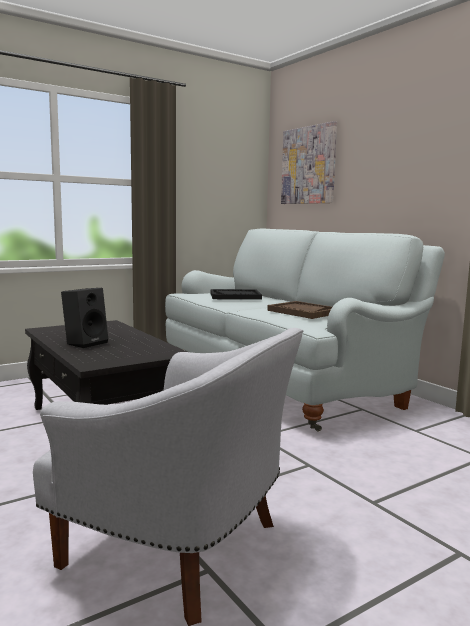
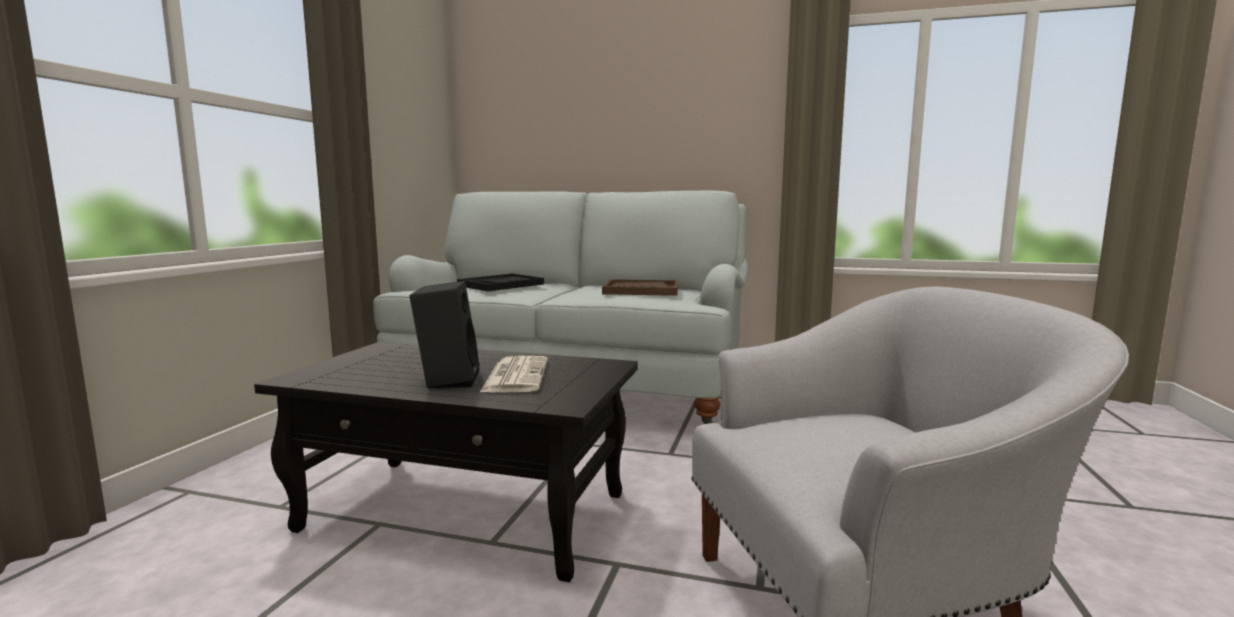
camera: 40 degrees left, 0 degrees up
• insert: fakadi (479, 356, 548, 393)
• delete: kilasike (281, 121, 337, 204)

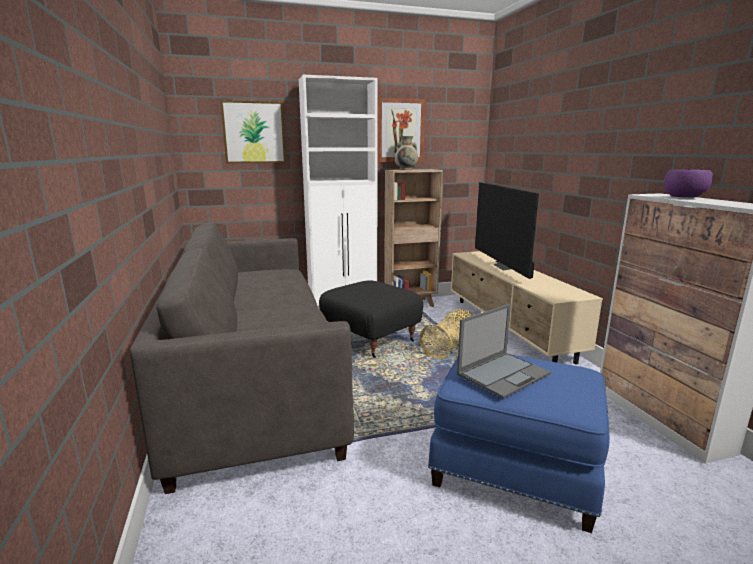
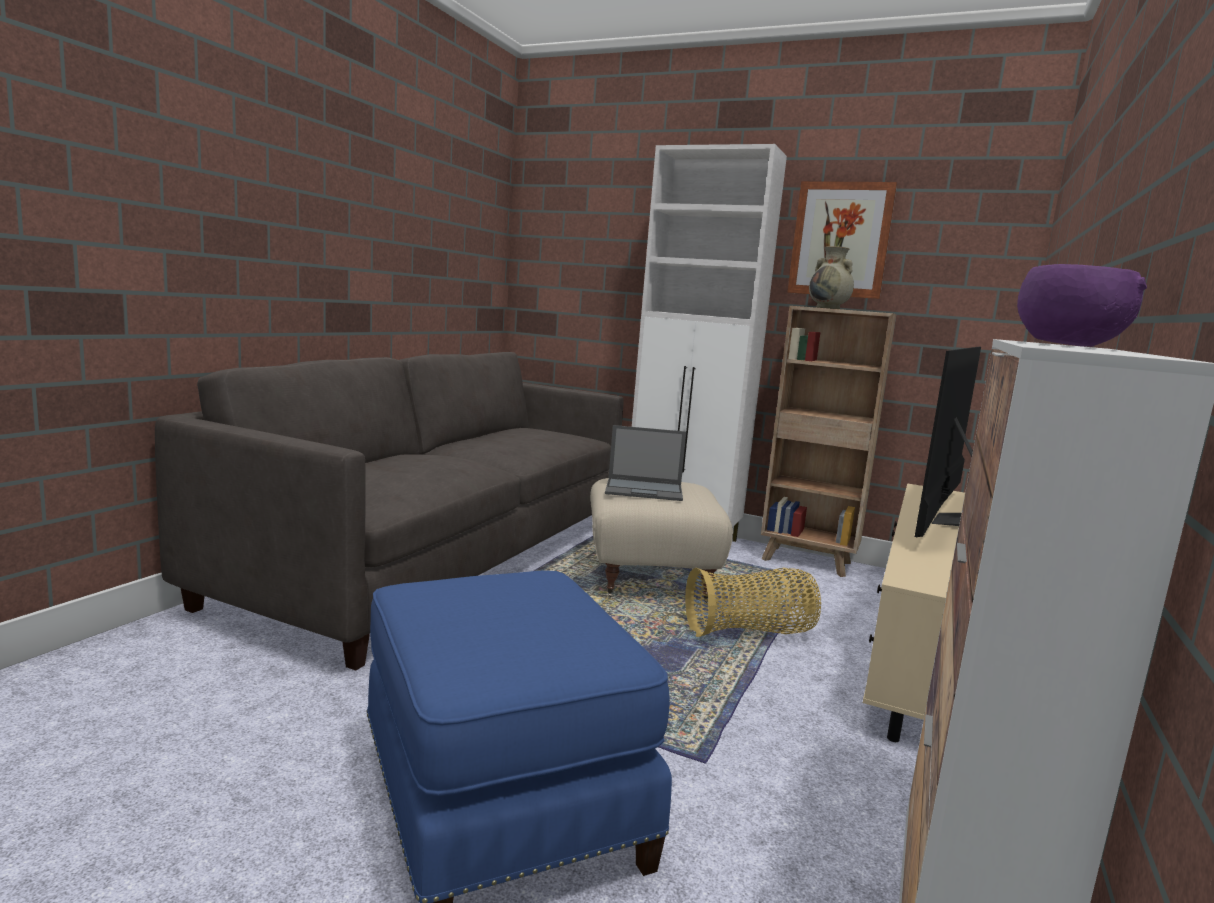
camera: 40 degrees right, 5 degrees down
• recolor: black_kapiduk (319, 280, 423, 358) to beige_kapiduk (590, 478, 733, 603)
• move: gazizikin (457, 304, 551, 399) to (605, 425, 686, 501)
• delete: kilasike (220, 100, 286, 163)

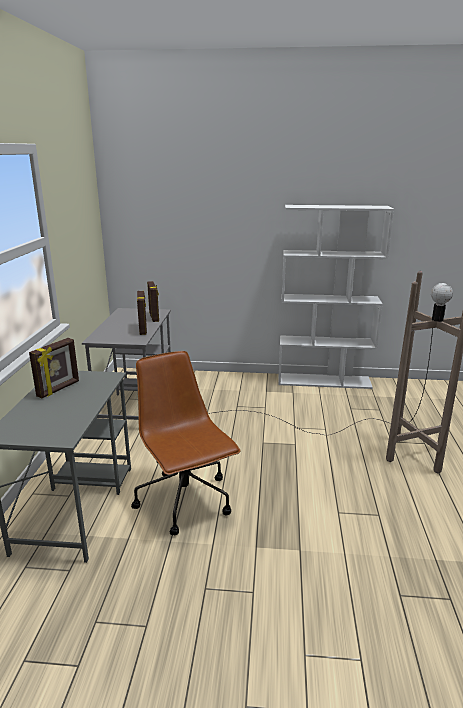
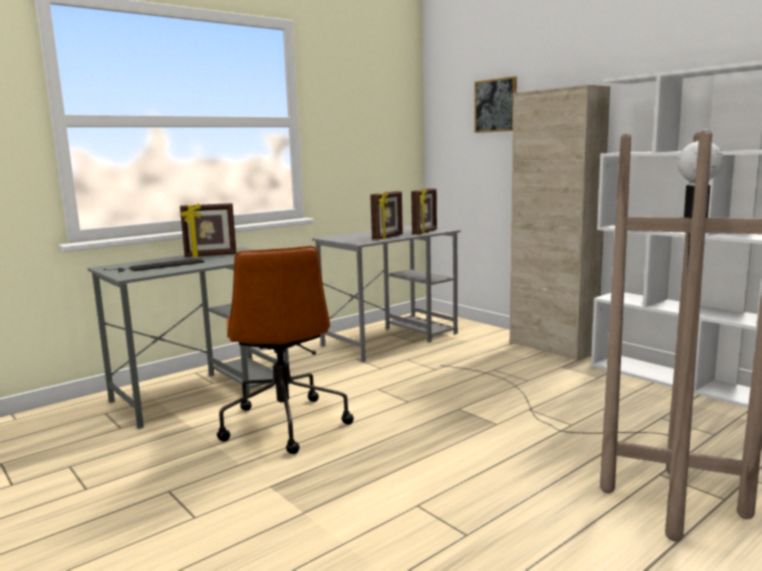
camera: 45 degrees right, 10 degrees down
• insert: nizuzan (103, 258, 204, 272)
• rotate: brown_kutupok (131, 351, 240, 536) = (217, 246, 354, 454) 150 degrees clockwise
• insert: kilasike (474, 76, 517, 133)
• insert: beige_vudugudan (510, 85, 610, 361)

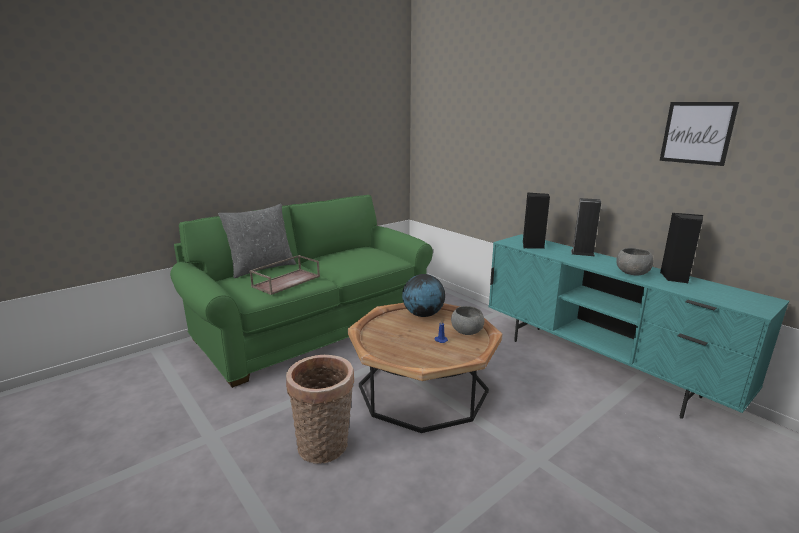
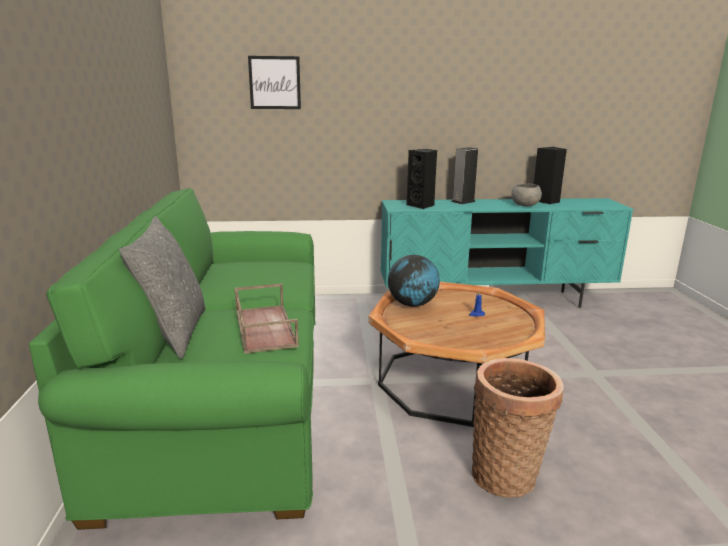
camera: 55 degrees left, 0 degrees up
• move: kilasike (660, 102, 739, 166) to (248, 56, 301, 109)
• delete: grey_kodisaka (451, 306, 484, 335)

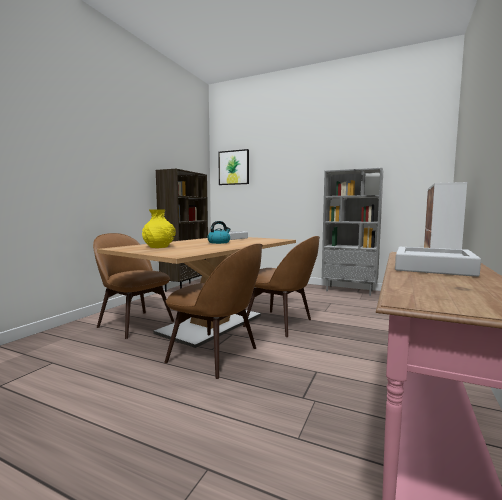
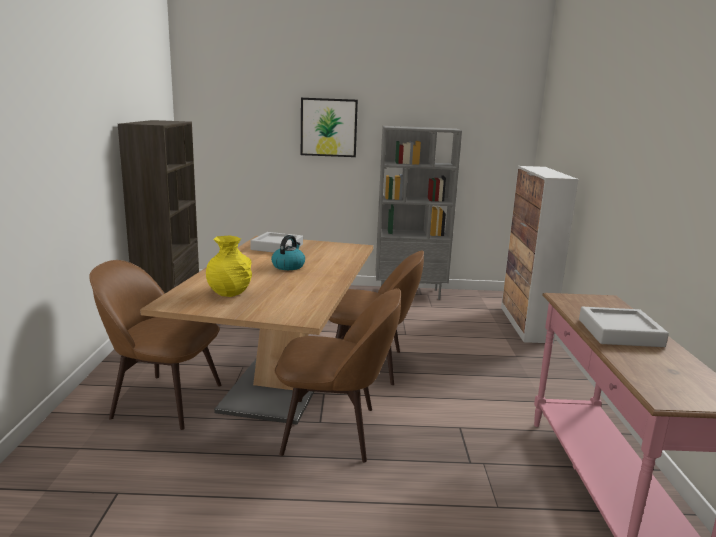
camera: 25 degrees left, 10 degrees up
• move: kilasike (218, 149, 249, 185) to (301, 98, 358, 157)

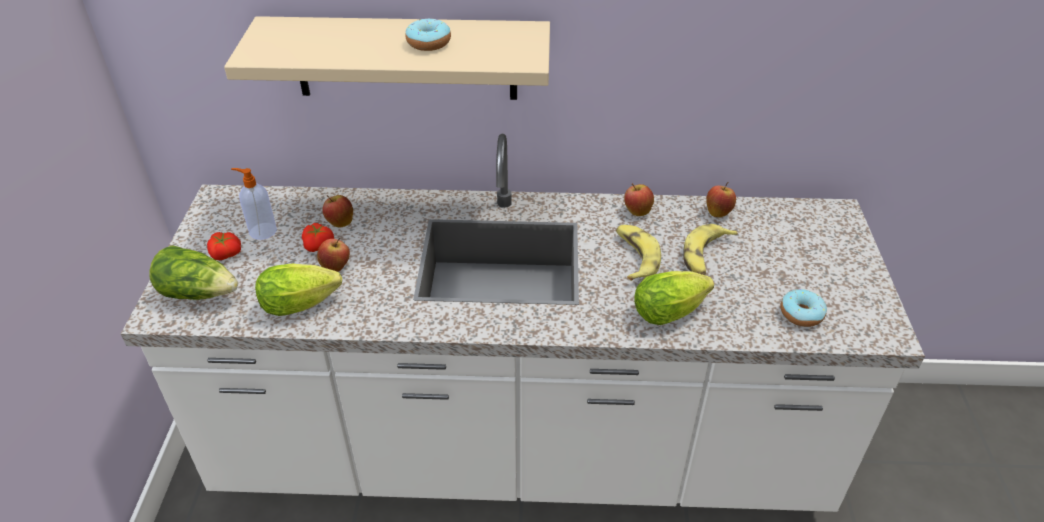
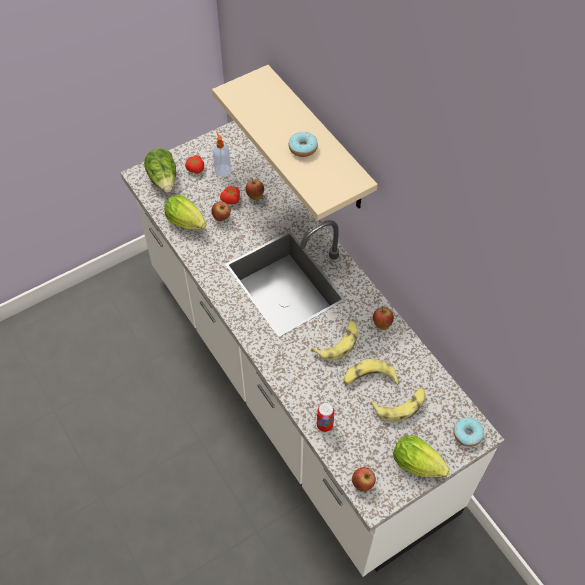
camera: 55 degrees right, 15 degrees up
• insert: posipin (317, 402, 335, 432)
• move: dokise (706, 182, 736, 217) to (352, 467, 376, 492)
• insert: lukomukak (370, 388, 425, 421)
• move: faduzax (634, 271, 714, 325) to (393, 435, 450, 477)
• move: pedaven (780, 289, 827, 327) to (453, 417, 484, 447)

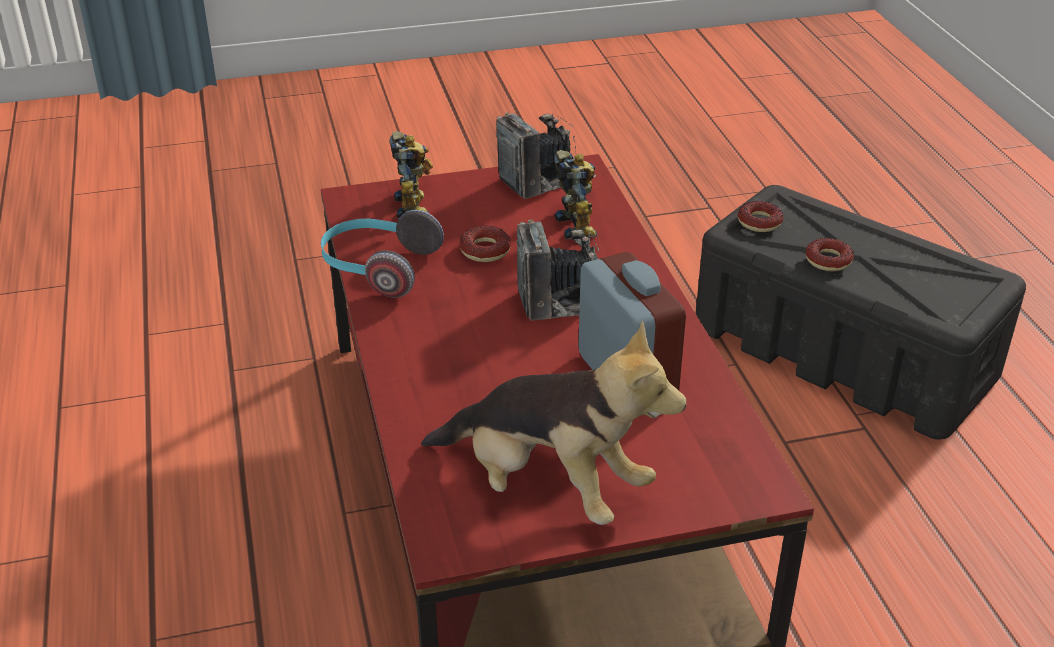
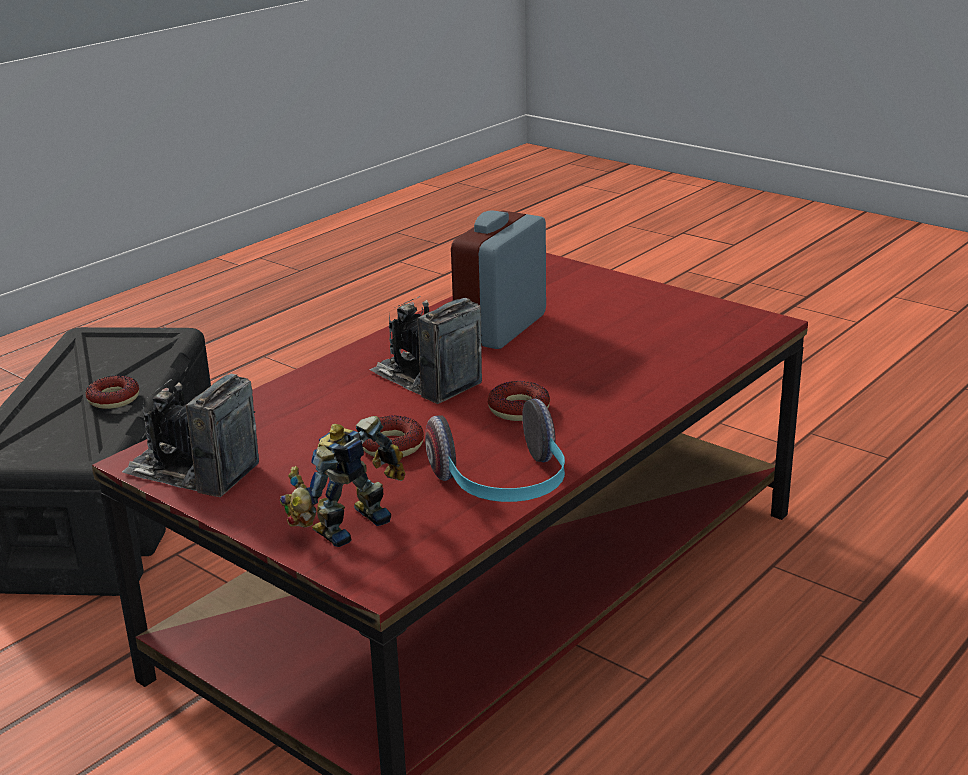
camera: 125 degrees left, 10 degrees down
• move: pedaven (737, 201, 783, 232) to (488, 381, 550, 421)
• delete: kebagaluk (421, 320, 687, 525)
• delete: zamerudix (554, 150, 598, 240)

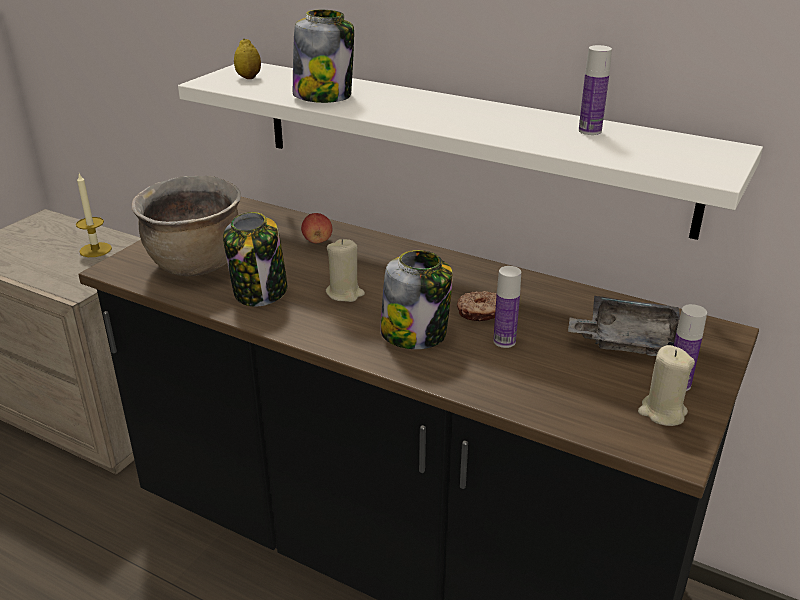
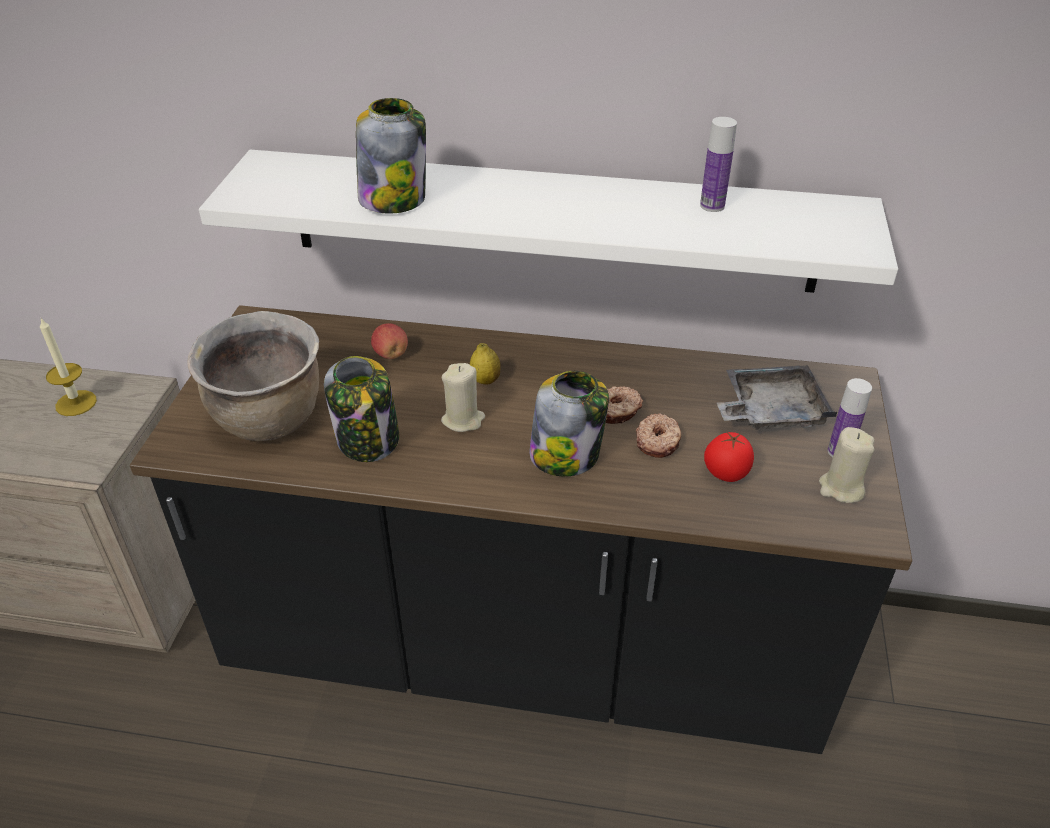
camera: 20 degrees left, 10 degrees up
• move: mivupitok (234, 38, 261, 79) to (470, 343, 501, 385)
• replace: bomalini (493, 266, 521, 348) to pedaven (636, 413, 681, 458)
• insert: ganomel (704, 432, 754, 482)

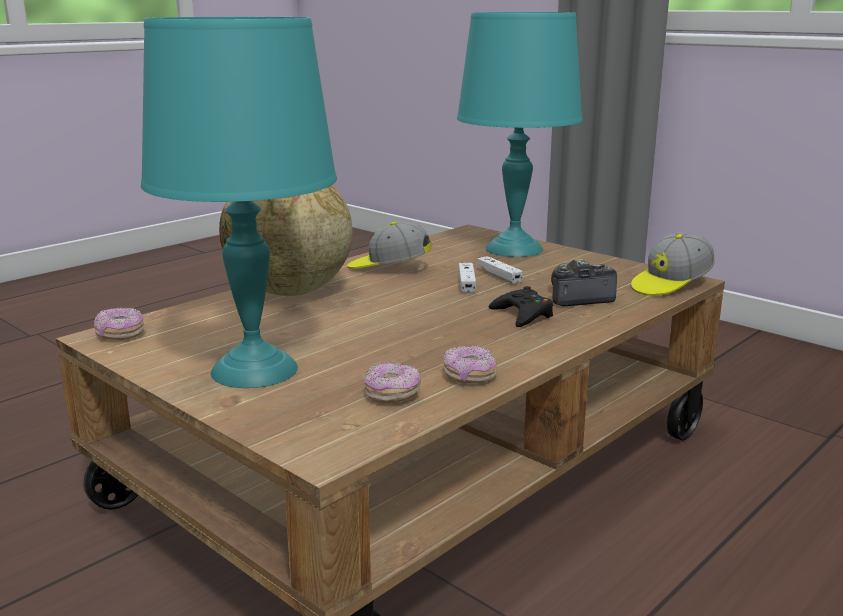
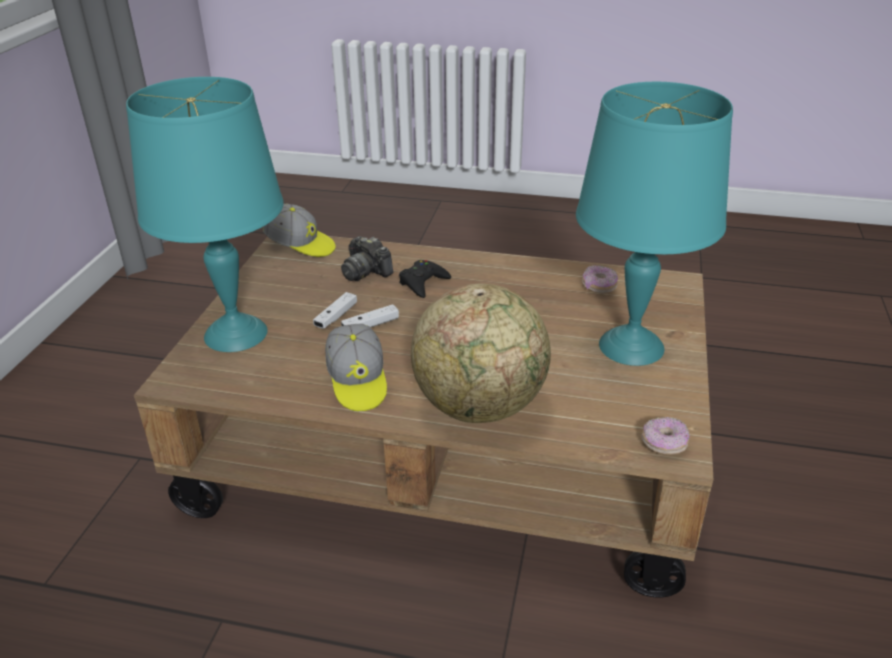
camera: 120 degrees left, 15 degrees up
• delete: pedaven (444, 346, 497, 384)

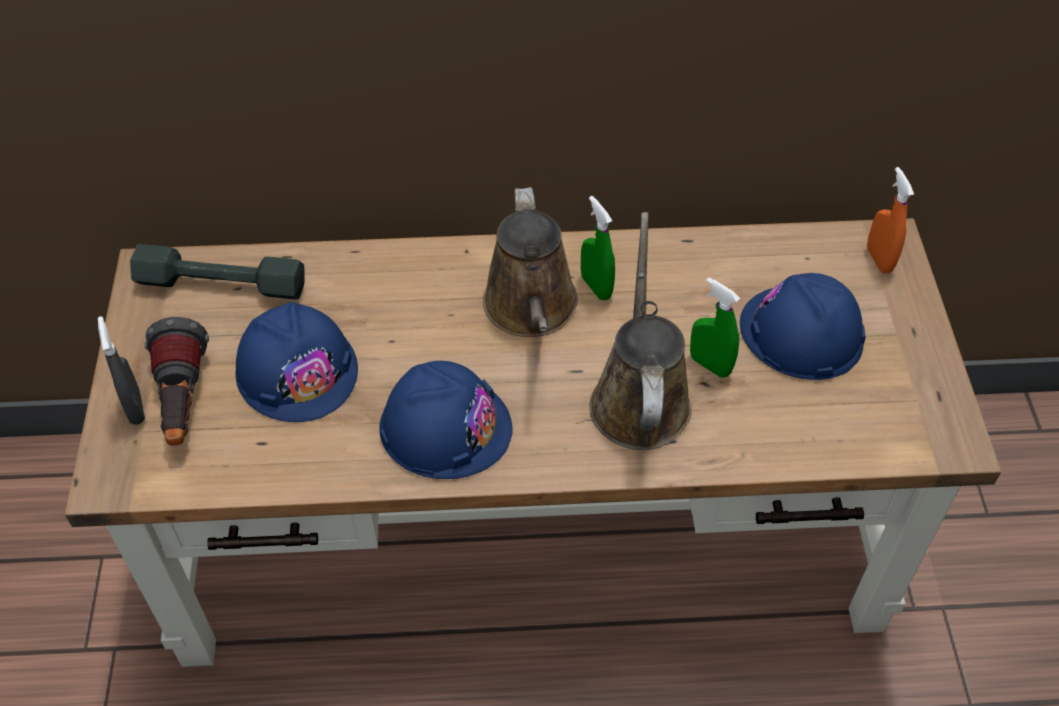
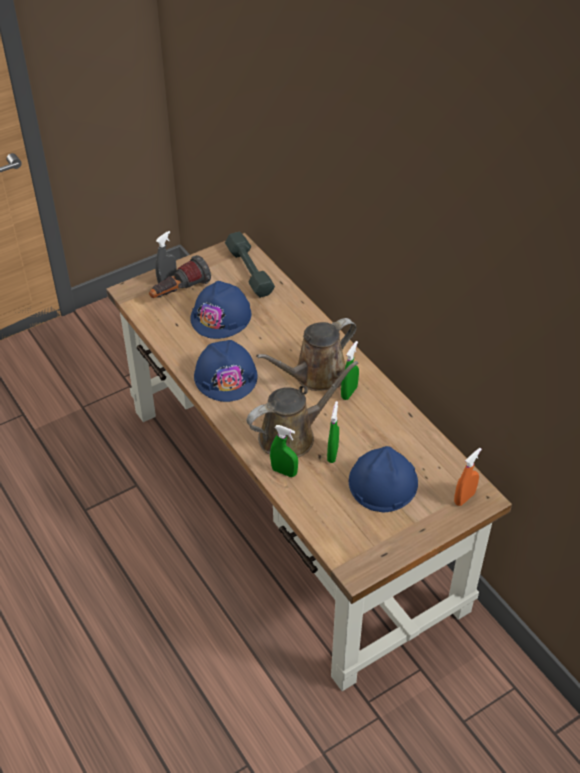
camera: 60 degrees right, 5 degrees down
• insert: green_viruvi (270, 425, 298, 477)

